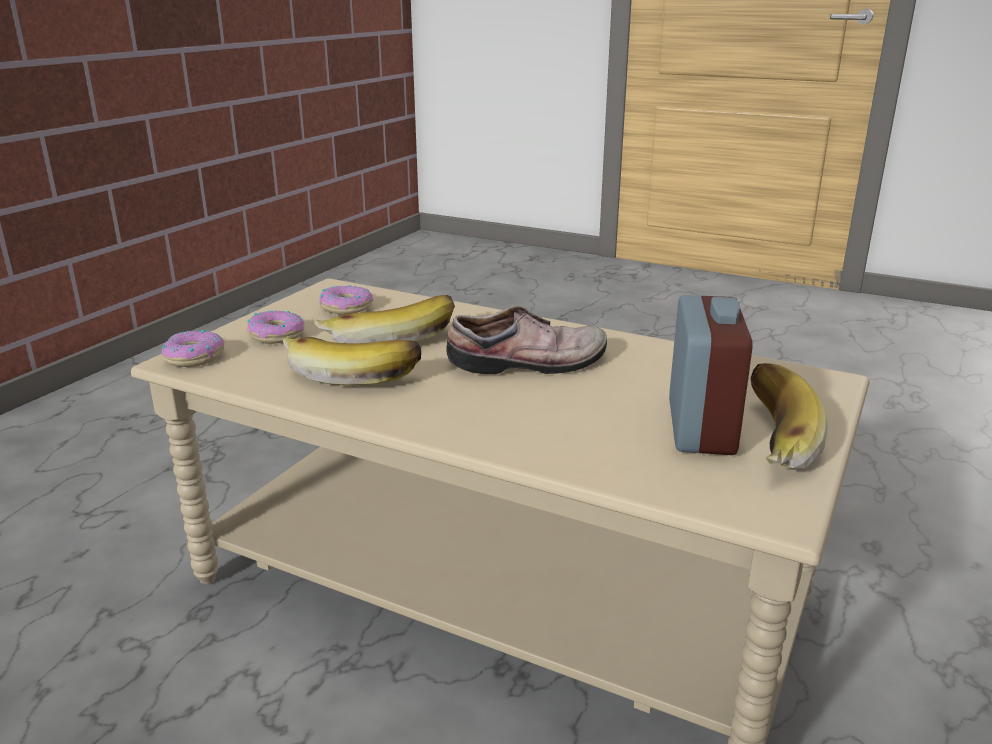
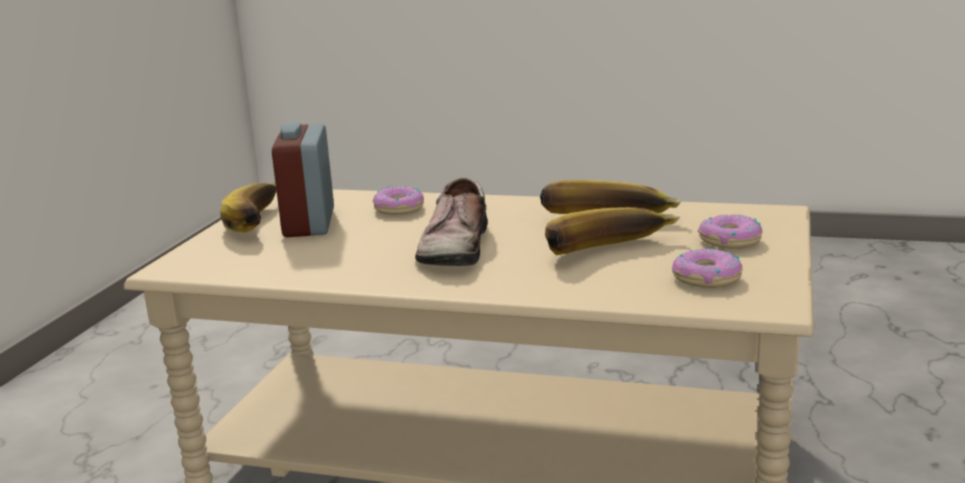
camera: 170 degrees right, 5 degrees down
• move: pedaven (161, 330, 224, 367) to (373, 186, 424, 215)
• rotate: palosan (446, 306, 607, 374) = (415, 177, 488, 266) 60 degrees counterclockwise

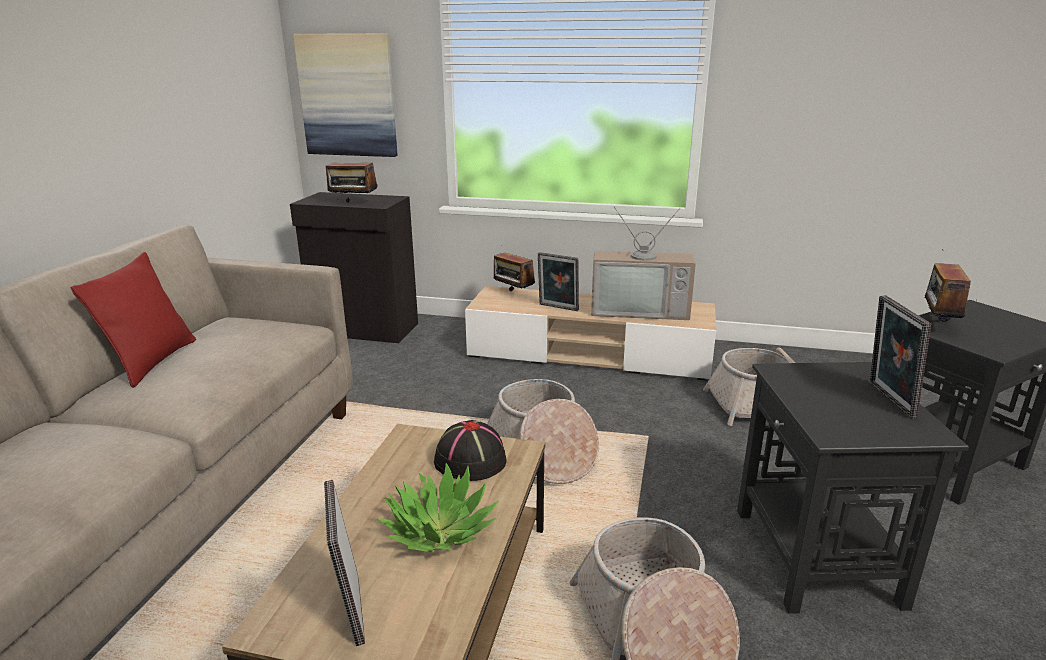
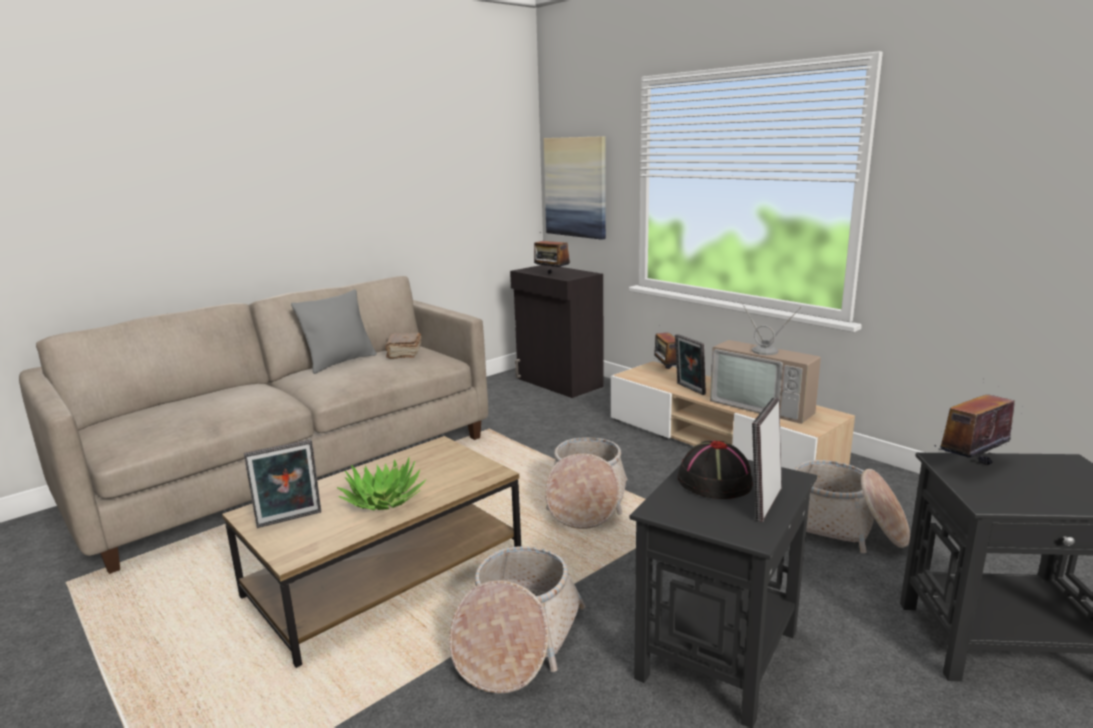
camera: 35 degrees right, 5 degrees down
• rotate: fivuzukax (324, 480, 365, 646) = (244, 439, 321, 528) 135 degrees counterclockwise
• recolor: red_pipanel (70, 252, 196, 388) to grey_pipanel (291, 289, 377, 374)
• insert: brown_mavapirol (386, 333, 421, 359)
• move: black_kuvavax (434, 420, 507, 481) to (677, 441, 752, 499)

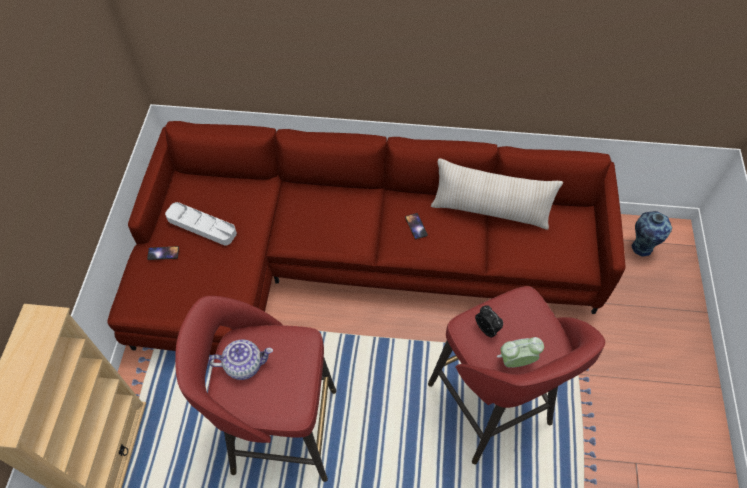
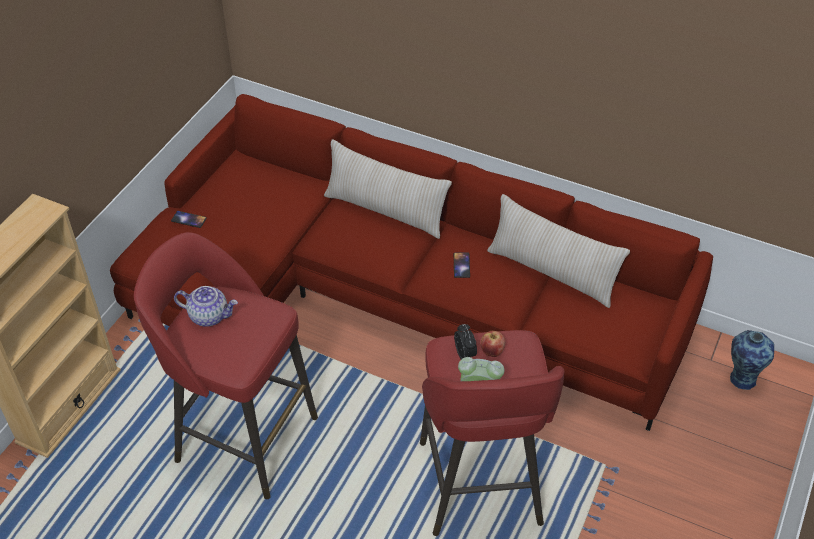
camera: 20 degrees right, 10 degrees down
• insert: beige_pipanel (324, 140, 452, 239)
• insert: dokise (481, 331, 505, 357)
• delete: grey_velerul (165, 202, 237, 246)

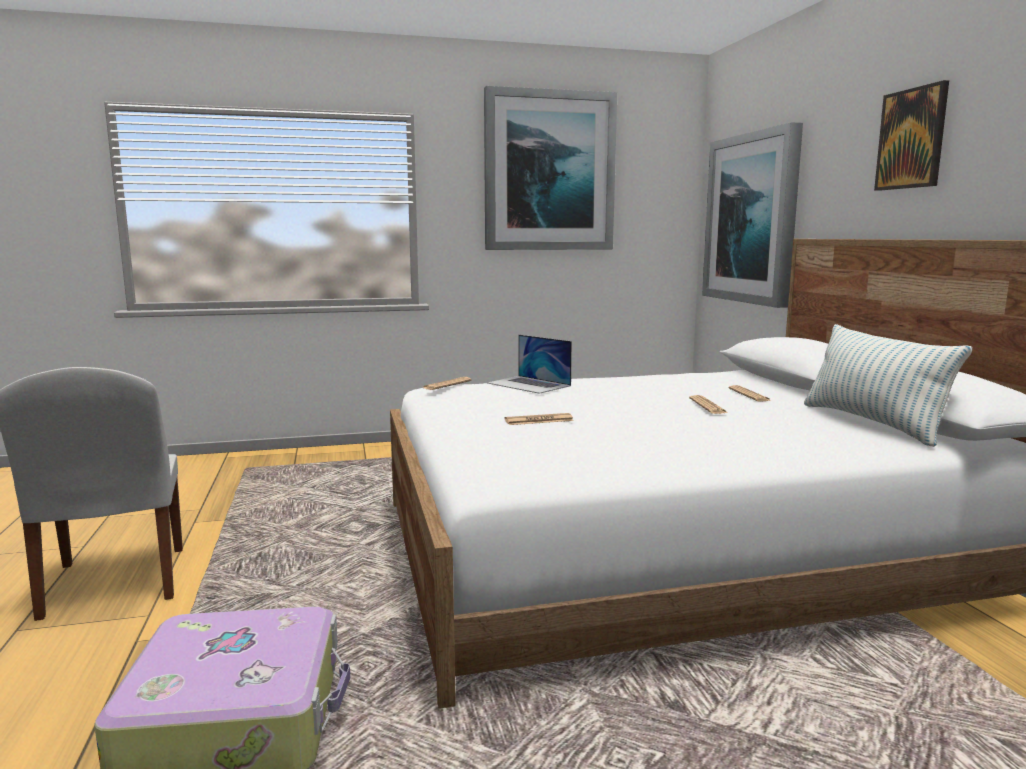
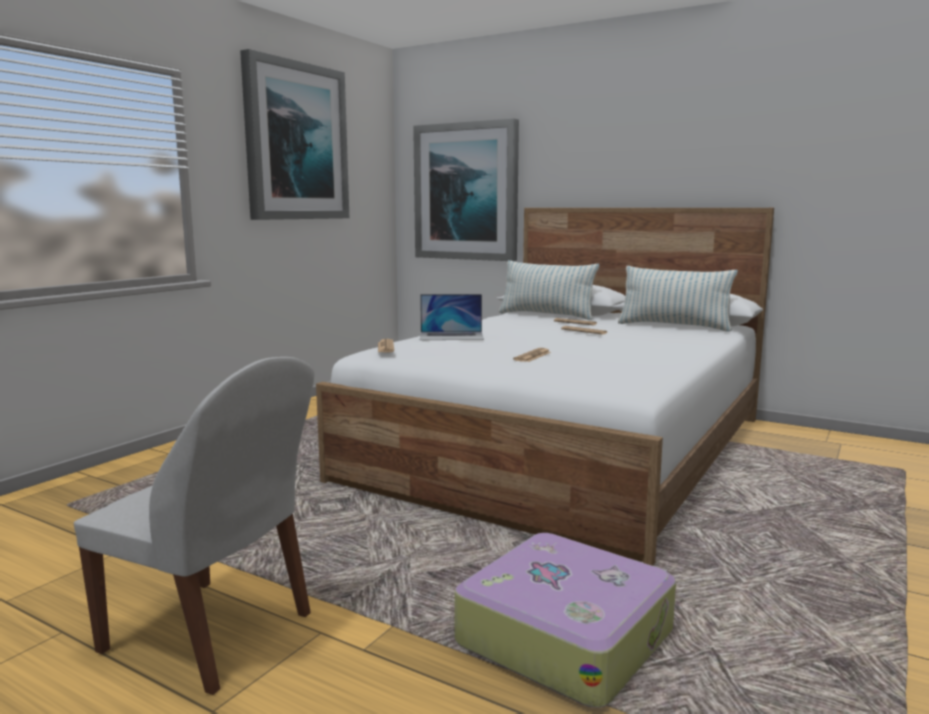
camera: 45 degrees left, 0 degrees up
• insert: pipanel (499, 260, 599, 320)
• delete: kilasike (874, 80, 949, 191)

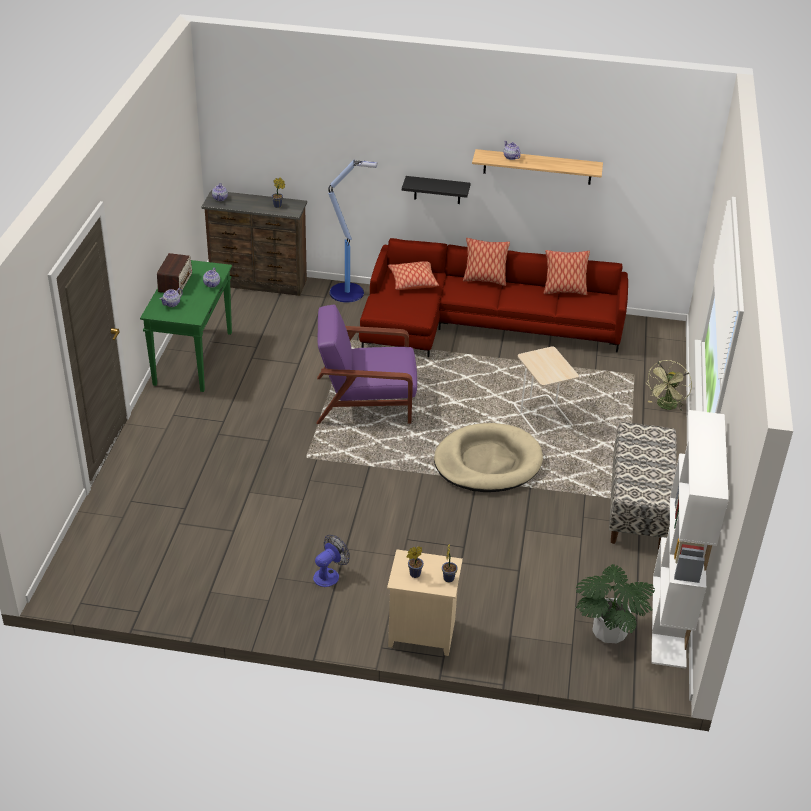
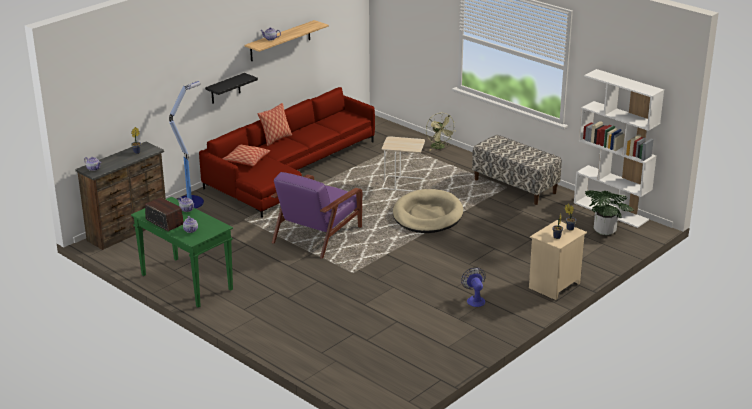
camera: 55 degrees left, 10 degrees down
• delete: pipanel (544, 250, 590, 295)

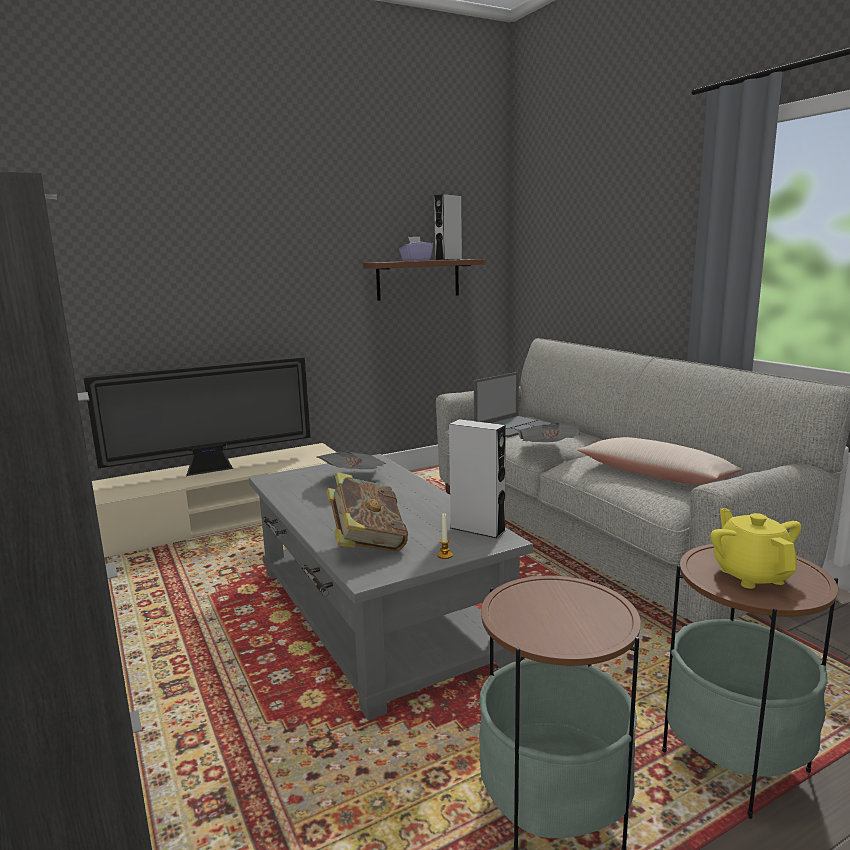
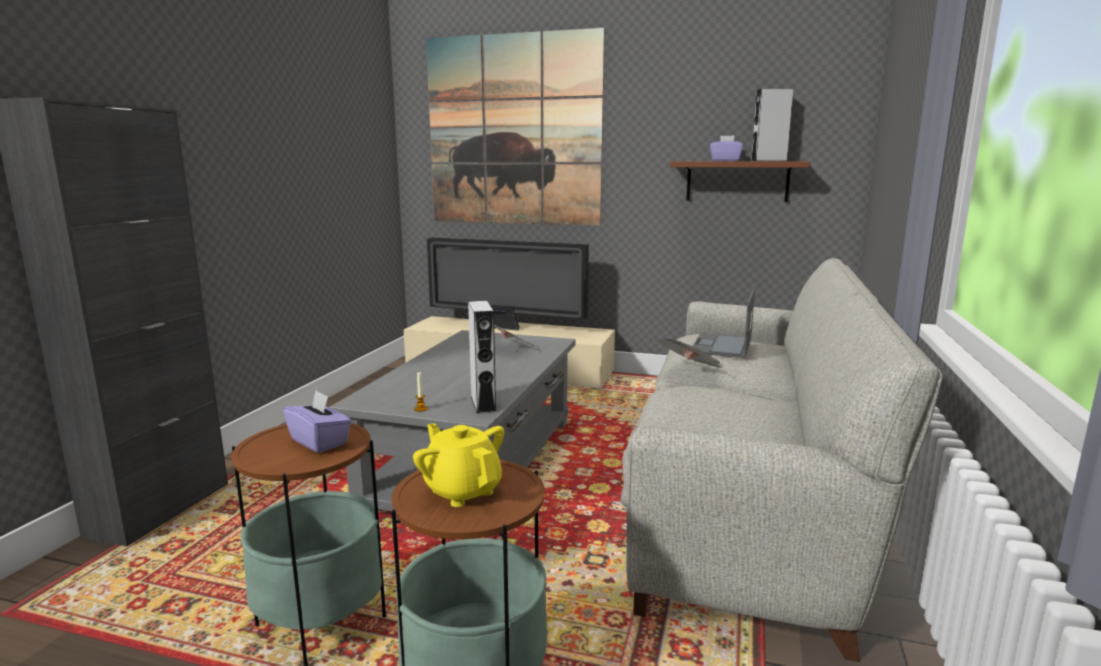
camera: 45 degrees right, 0 degrees up
• insert: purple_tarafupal (283, 391, 352, 453)
• rotate: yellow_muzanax (711, 508, 801, 589) = (413, 423, 504, 507) 75 degrees counterclockwise
• insert: kilasike (426, 28, 605, 226)
• rotate: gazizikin (474, 372, 552, 438) = (693, 288, 755, 358) 105 degrees clockwise
• delete: mavapirol (326, 472, 408, 552)
• delete: beige_pipanel (577, 437, 742, 485)

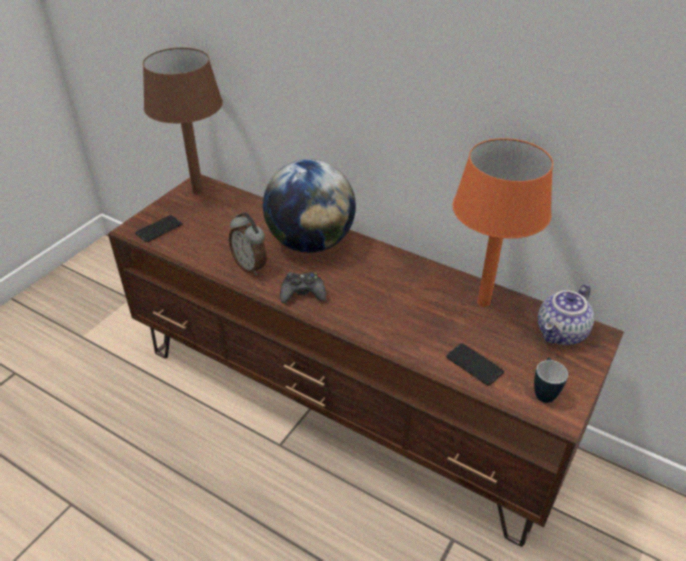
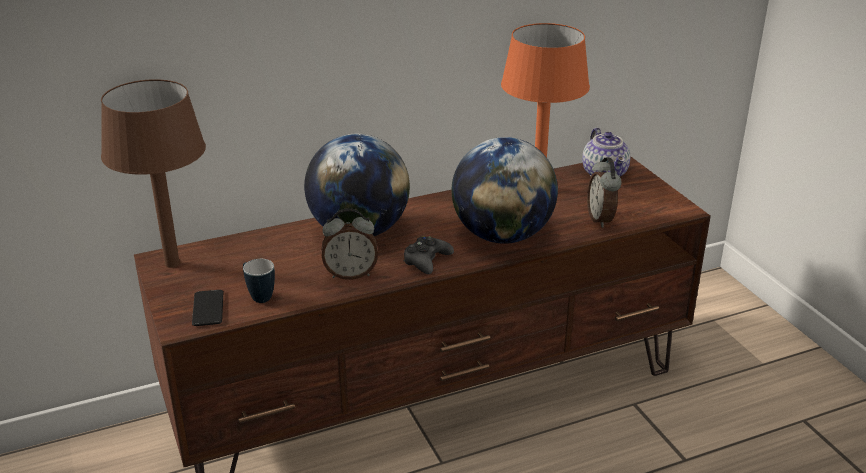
camera: 55 degrees left, 10 degrees down
• move: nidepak (534, 358, 568, 403) to (243, 259, 275, 303)
• insert: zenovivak (451, 137, 558, 244)
• replace: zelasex (446, 344, 504, 386) to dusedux (587, 158, 622, 228)

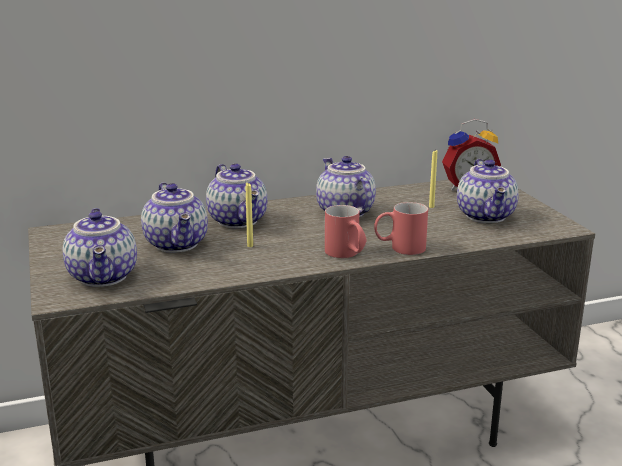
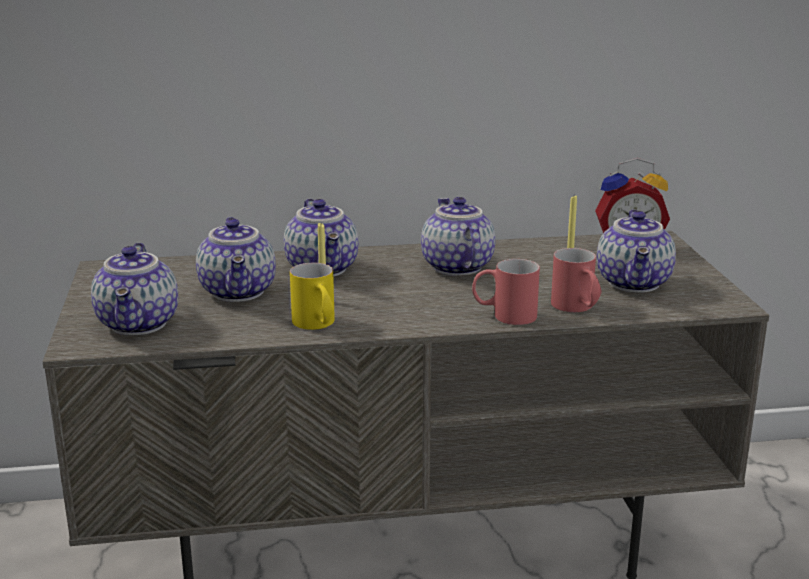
camera: 10 degrees right, 0 degrees up
• insert: yellow_nidepak (290, 263, 335, 330)
• move: red_nidepak (325, 205, 367, 258) to (551, 248, 602, 312)

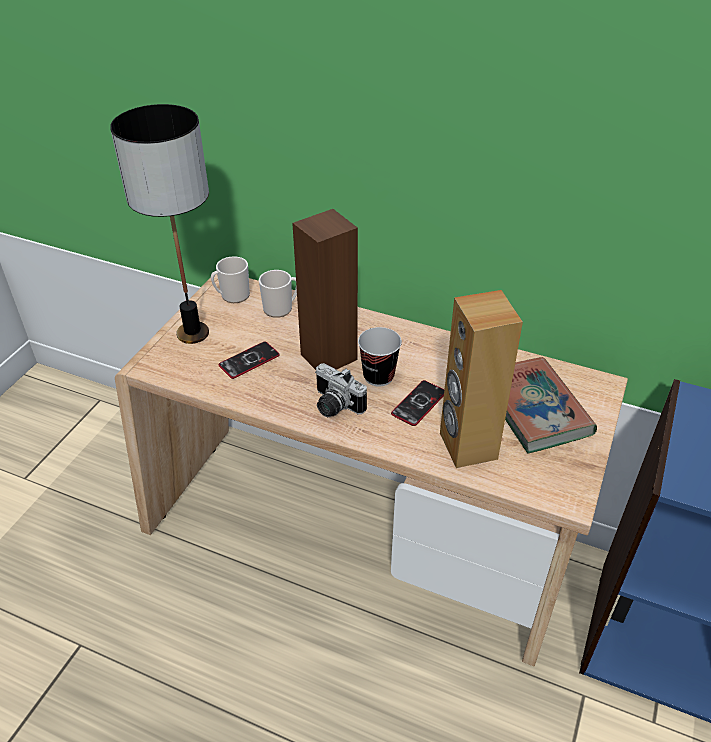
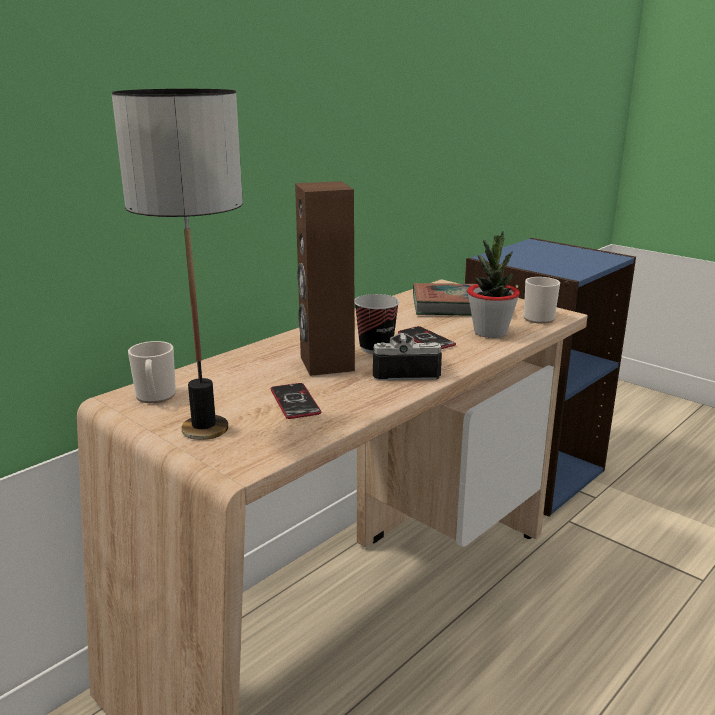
camera: 70 degrees left, 20 degrees down
• rotate: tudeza (315, 363, 367, 417) = (373, 333, 442, 381) 150 degrees counterclockwise
• replace: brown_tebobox (440, 290, 523, 468) to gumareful (467, 231, 520, 338)
• move: nidepak (259, 270, 297, 318) to (524, 277, 560, 324)

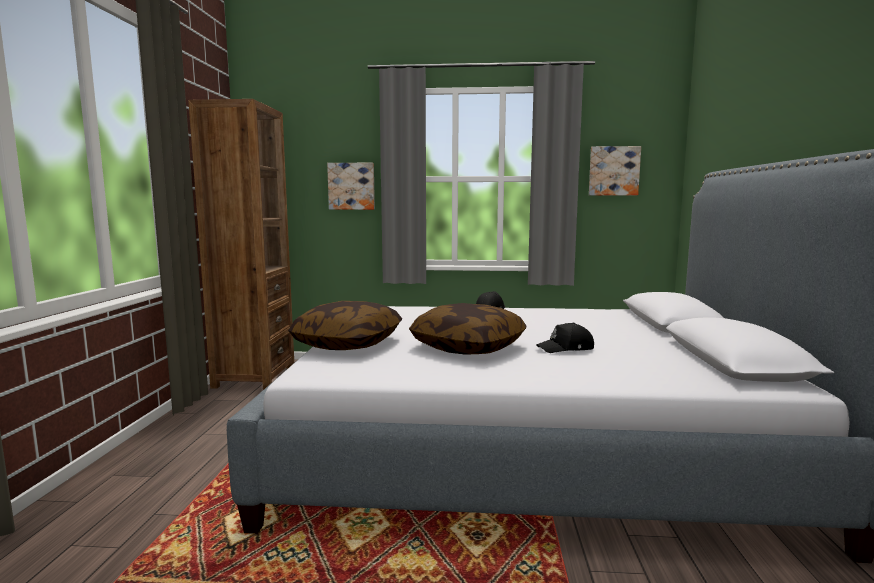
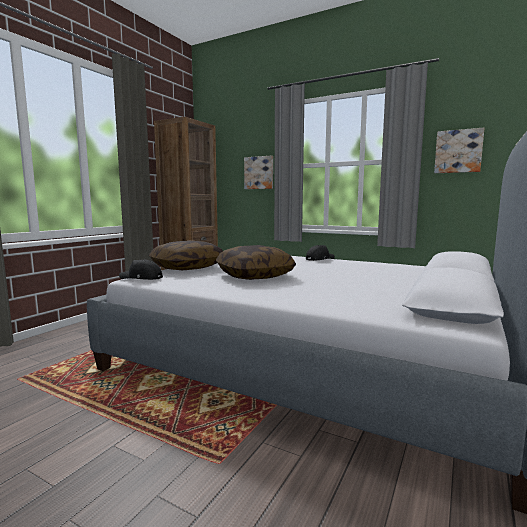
camera: 25 degrees right, 0 degrees up
• move: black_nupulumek (536, 323, 594, 353) to (119, 259, 163, 280)

